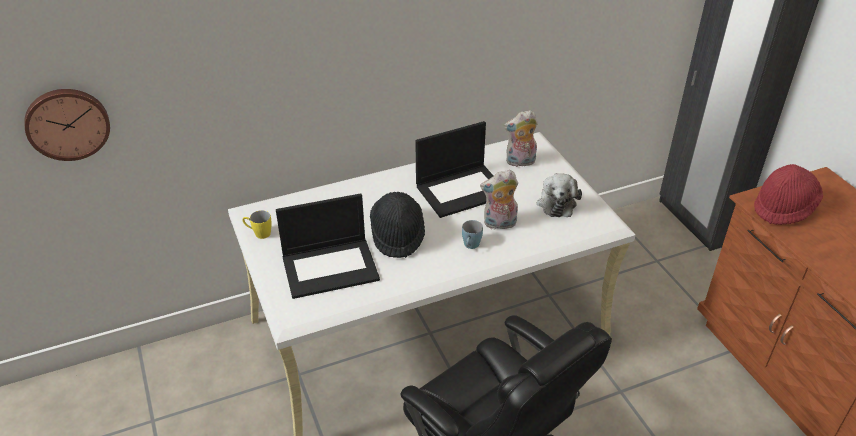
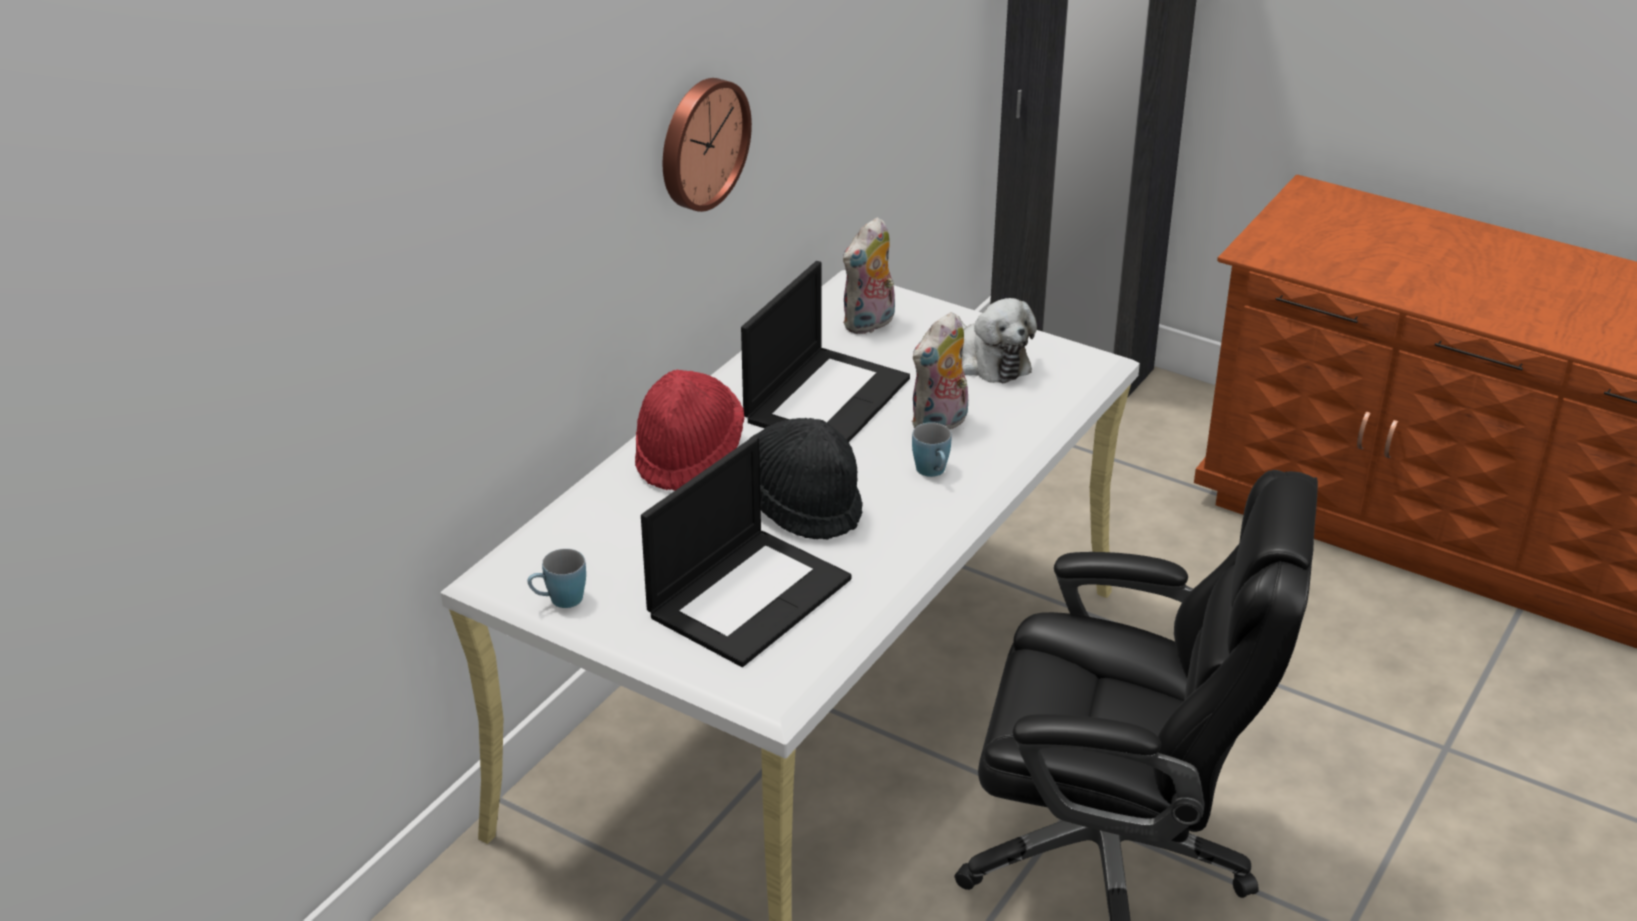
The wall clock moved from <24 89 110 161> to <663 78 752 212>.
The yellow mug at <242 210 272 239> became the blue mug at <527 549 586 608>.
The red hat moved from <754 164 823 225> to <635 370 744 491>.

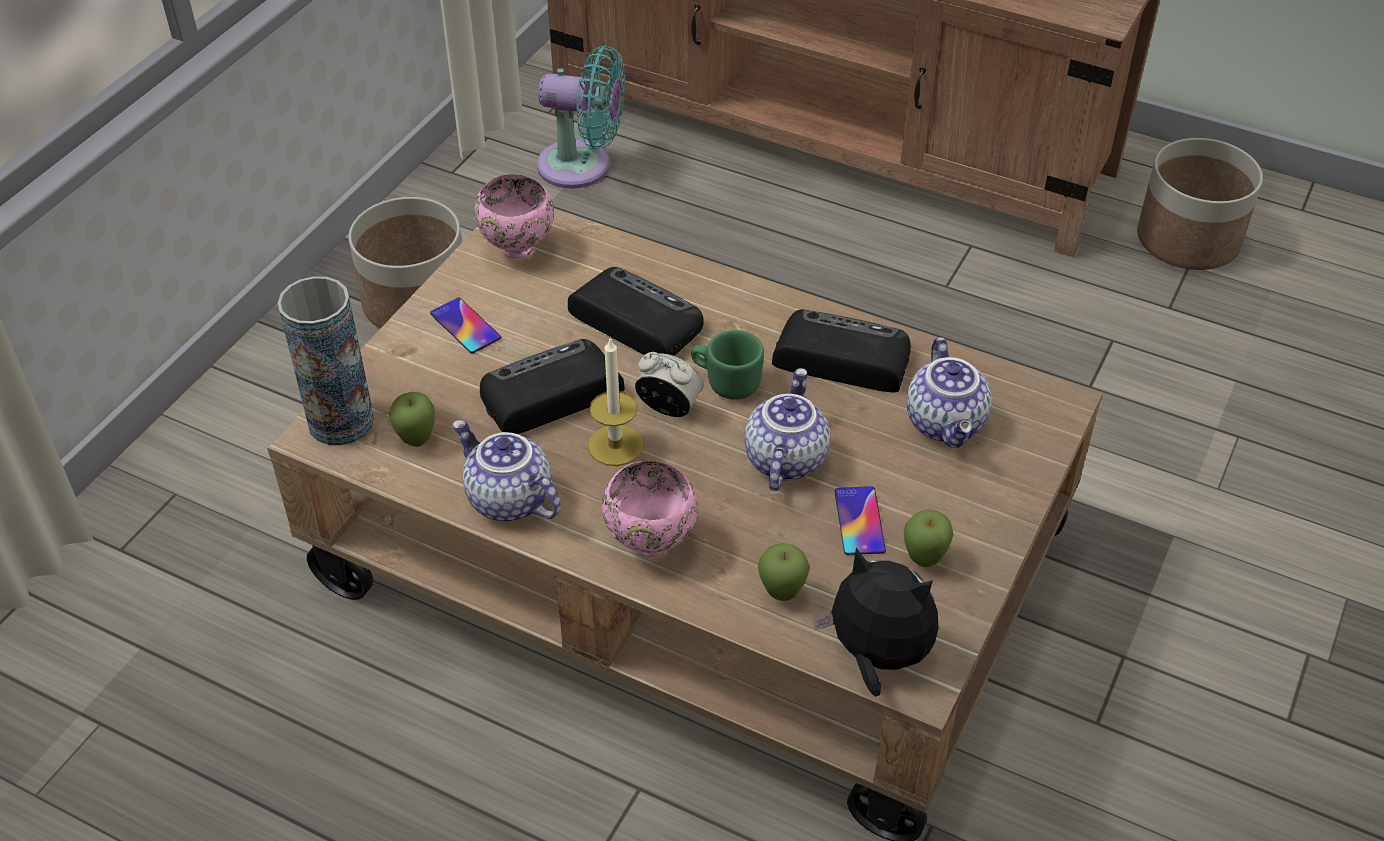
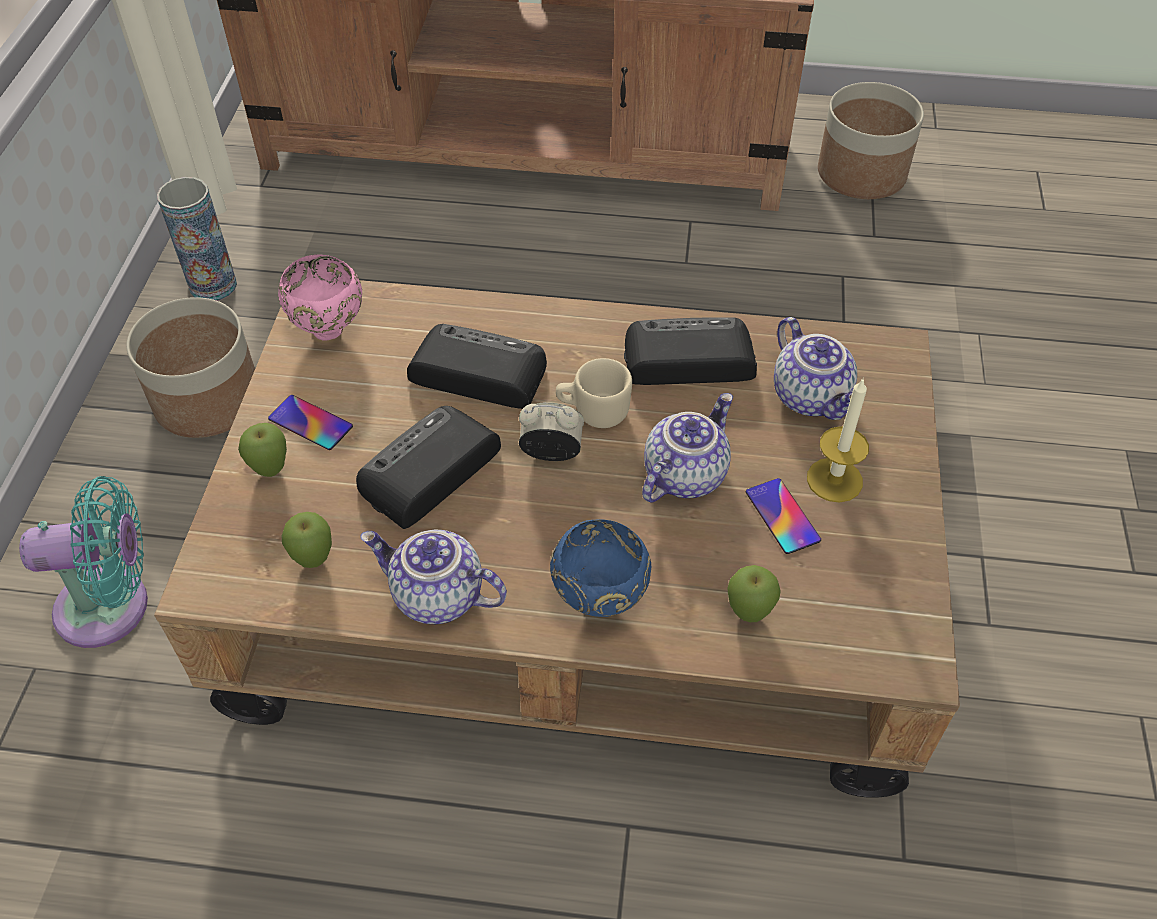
The vase moved from <278 276 374 445> to <157 177 237 301>.
The turquoise fan moved from <537 46 625 189> to <19 476 148 648>.
The candle moved from <588 337 643 466> to <807 377 869 503>.
The pink bowl at <602 461 698 557> became the blue bowl at <550 519 651 617>.
The green mug at <691 330 764 400> became the beige mug at <556 358 632 428>.
The teapot at <744 368 830 491> turned 45 degrees clockwise.
The plush toy at <813 547 939 697> disappeared.
The apple moved from <904 510 954 567> to <238 423 287 477>.

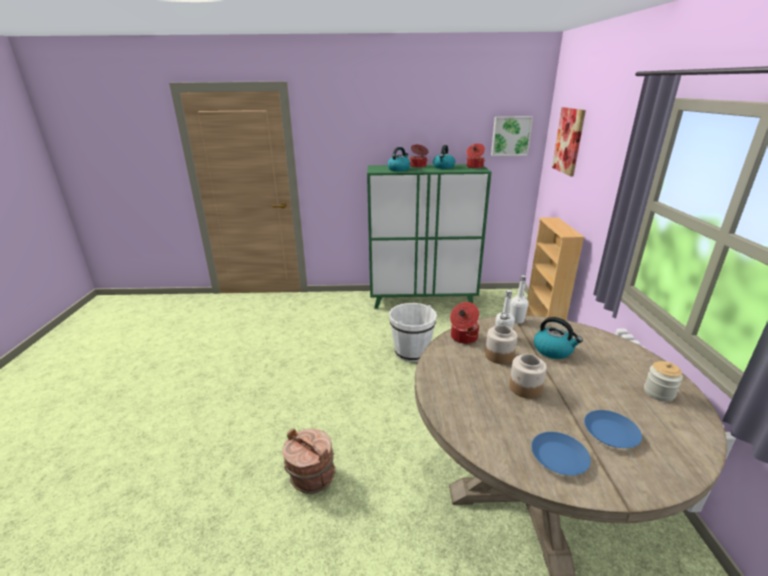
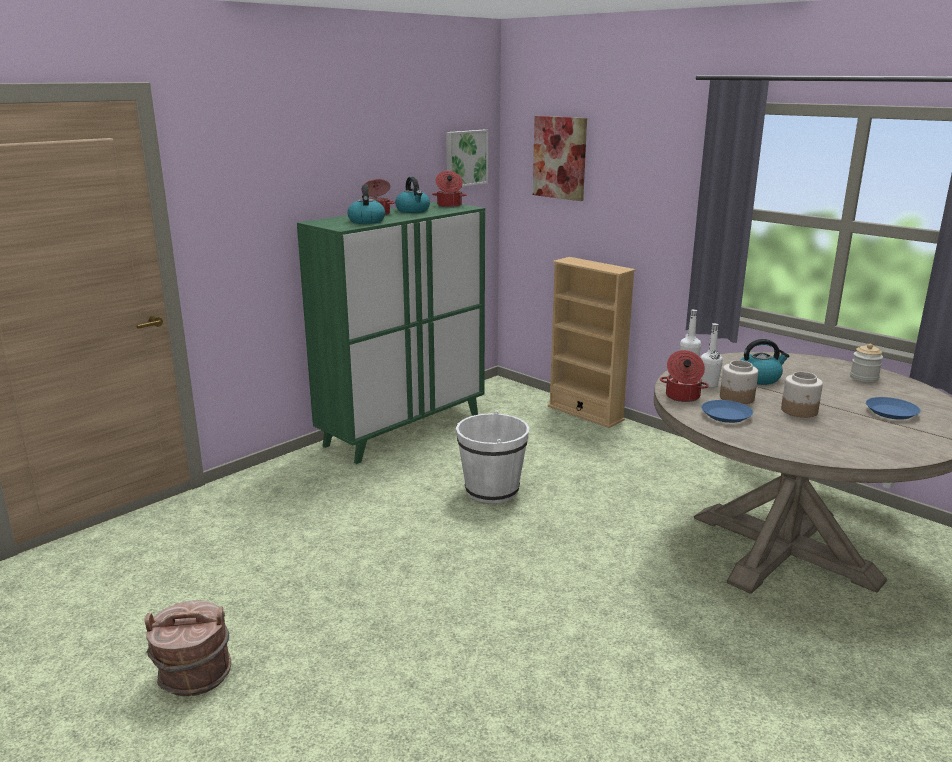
The brown bucket moved from <282 428 336 494> to <145 600 231 696>.
The blue plate moved from <531 432 591 476> to <701 400 753 423>.

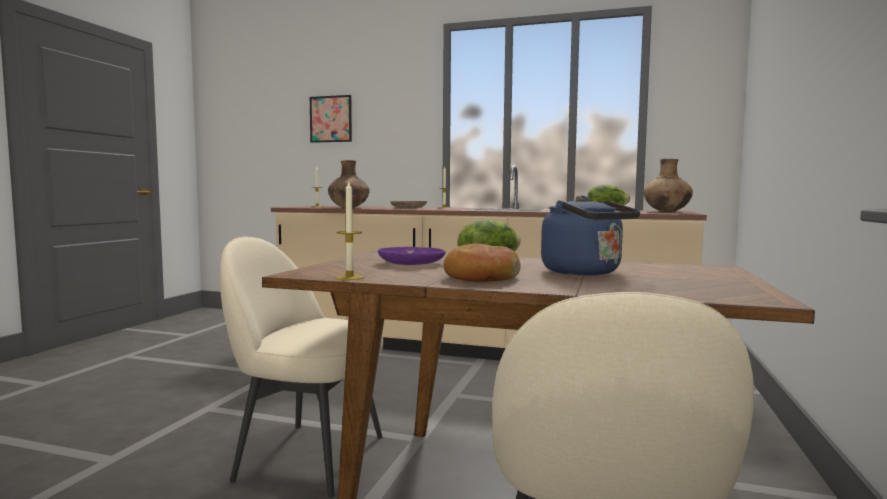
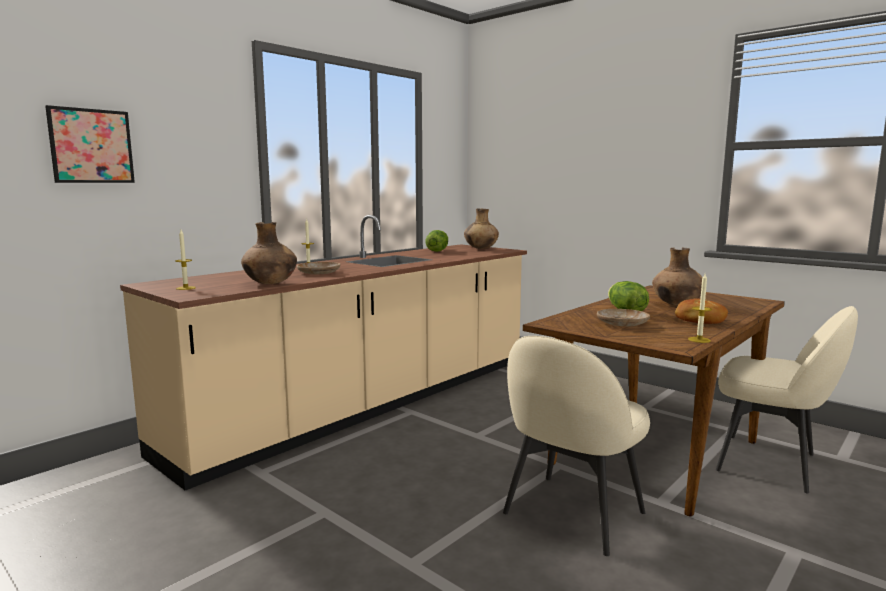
The purple plate at <378 247 446 265> became the beige plate at <597 309 650 327>.
The blue kettle at <541 195 640 275> was replaced by the brown vase at <652 247 702 306>.

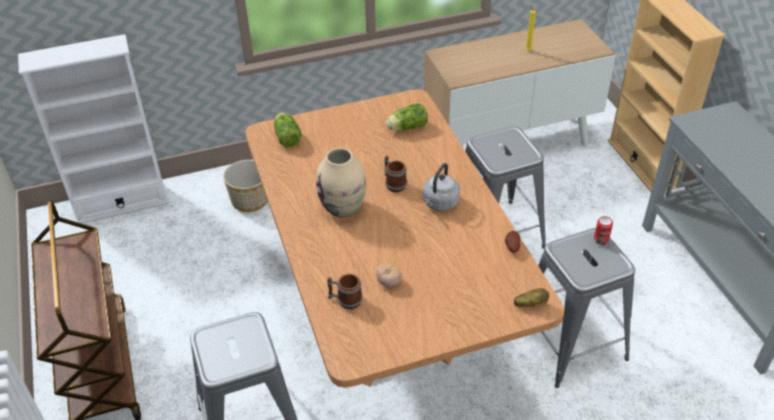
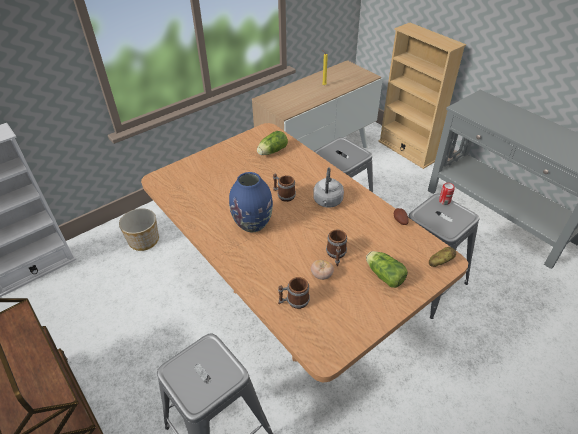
The lettuce moved from <274 113 301 147> to <366 251 408 288>.
The beige vase at <316 148 366 218> became the blue vase at <229 172 273 233>.
The mug at <326 229 347 266> appeared.

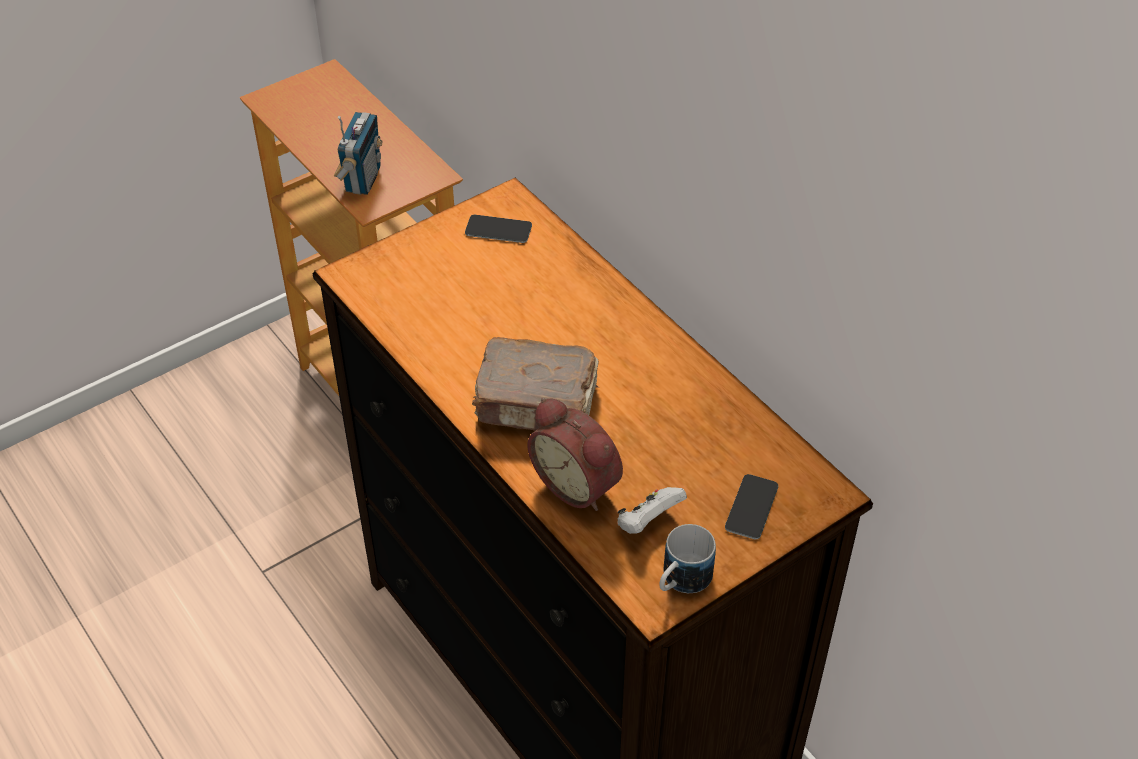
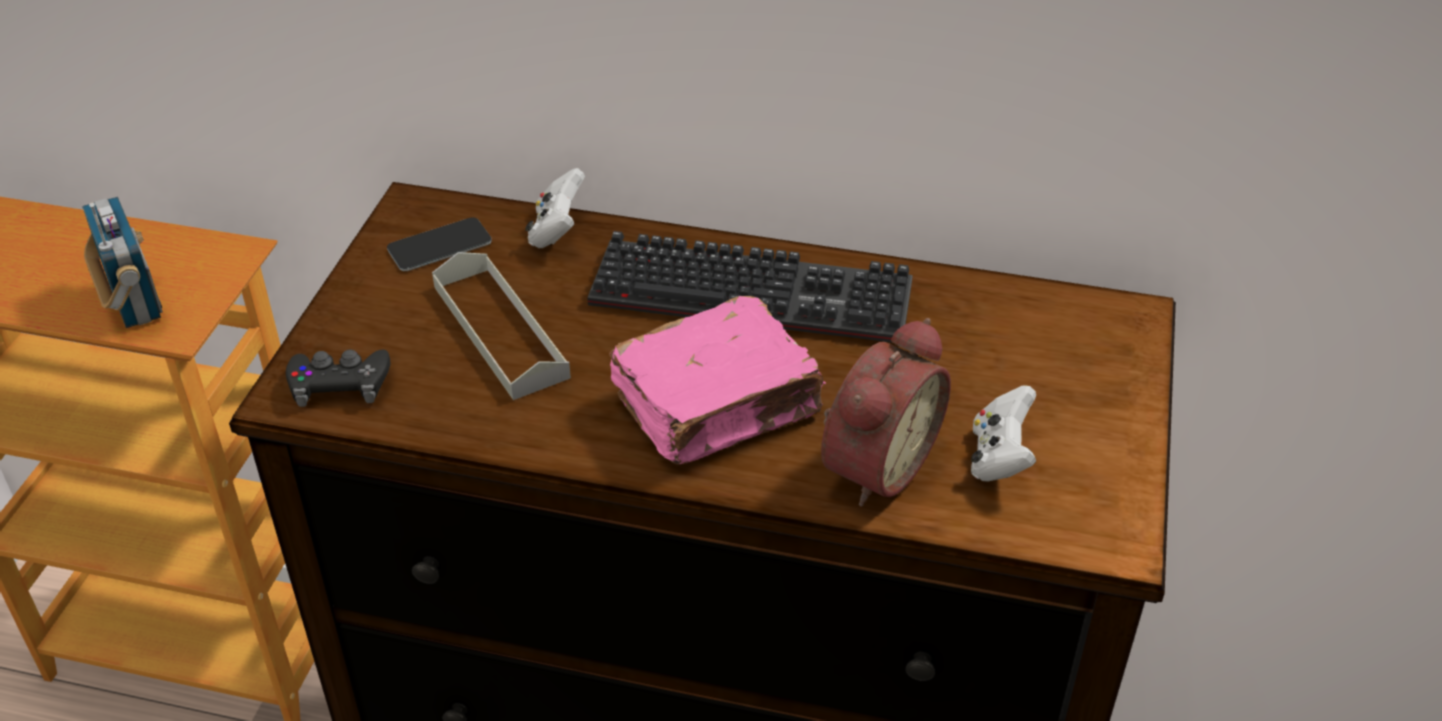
The brown book at <472 337 599 431> became the pink book at <609 296 826 464>.
The alarm clock at <527 398 623 511> turned 60 degrees counterclockwise.
The mug at <660 524 716 593> disappeared.
The phone at <725 474 778 539> disappeared.
The black game controller at <286 350 390 407> appeared.
The grey tray at <432 252 571 400> appeared.
The white game controller at <525 168 585 248> appeared.
The keyboard at <587 231 913 343> appeared.

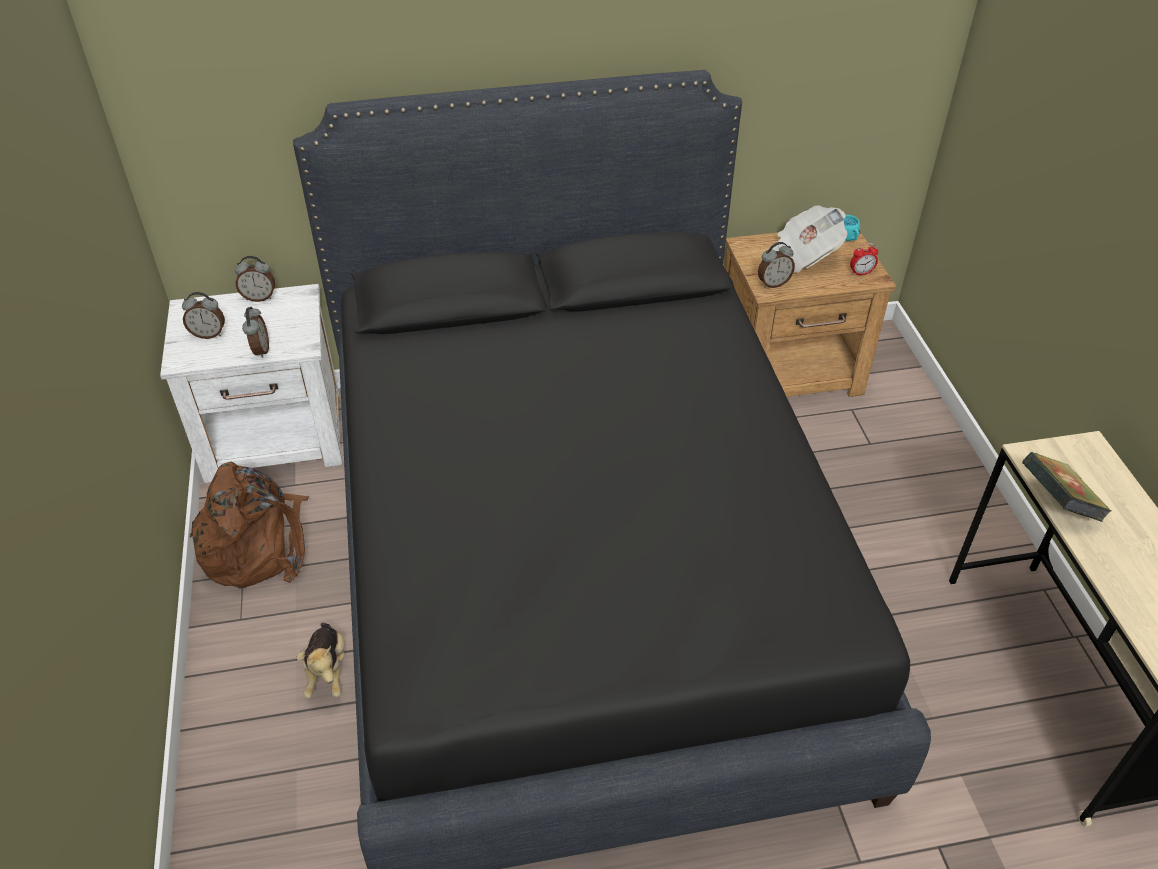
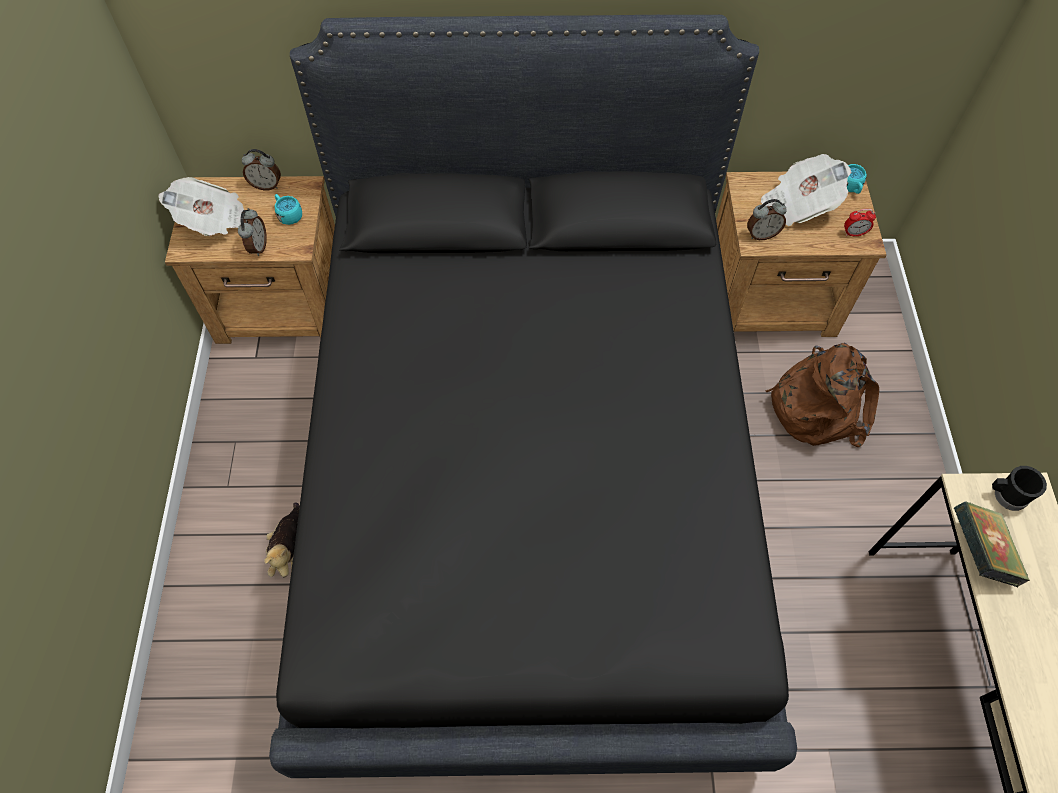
The white nightstand at <160 284 343 483> became the brown nightstand at <165 176 335 344>.
The alarm clock at <182 292 225 339> was replaced by the newspaper at <159 177 244 236>.
The brown backpack moved from <190 462 309 588> to <765 343 879 447>.
The turquoise mug at <275 194 302 225> appeared.
The black mug at <992 466 1047 511> appeared.

